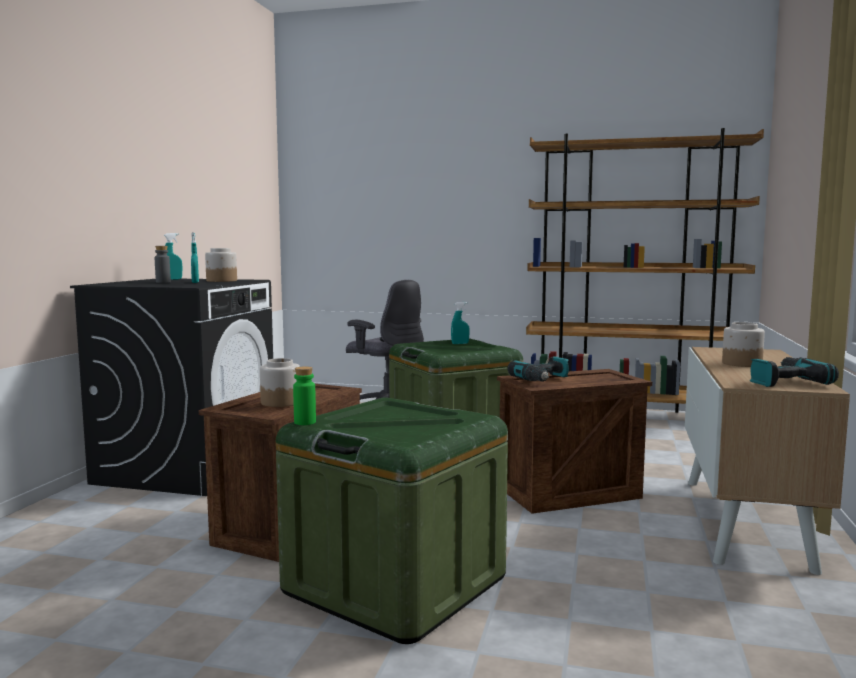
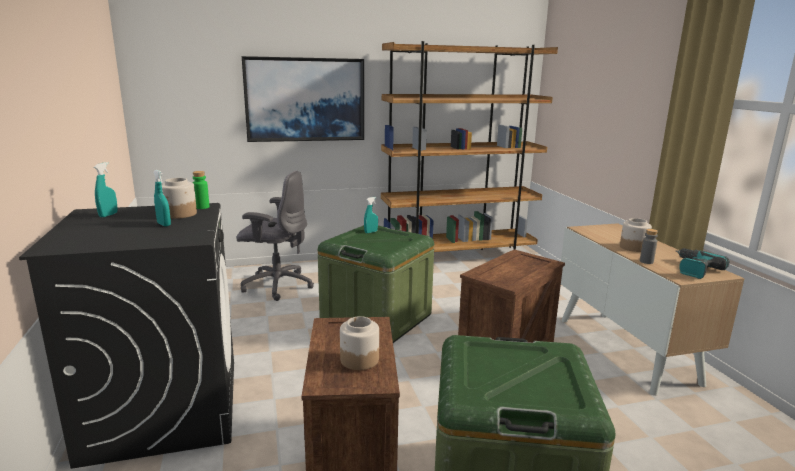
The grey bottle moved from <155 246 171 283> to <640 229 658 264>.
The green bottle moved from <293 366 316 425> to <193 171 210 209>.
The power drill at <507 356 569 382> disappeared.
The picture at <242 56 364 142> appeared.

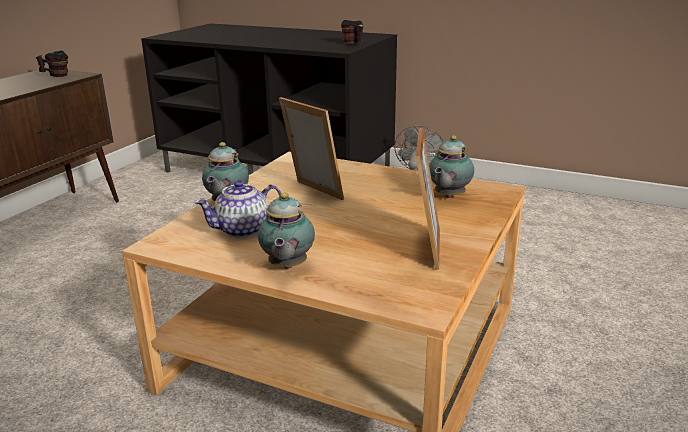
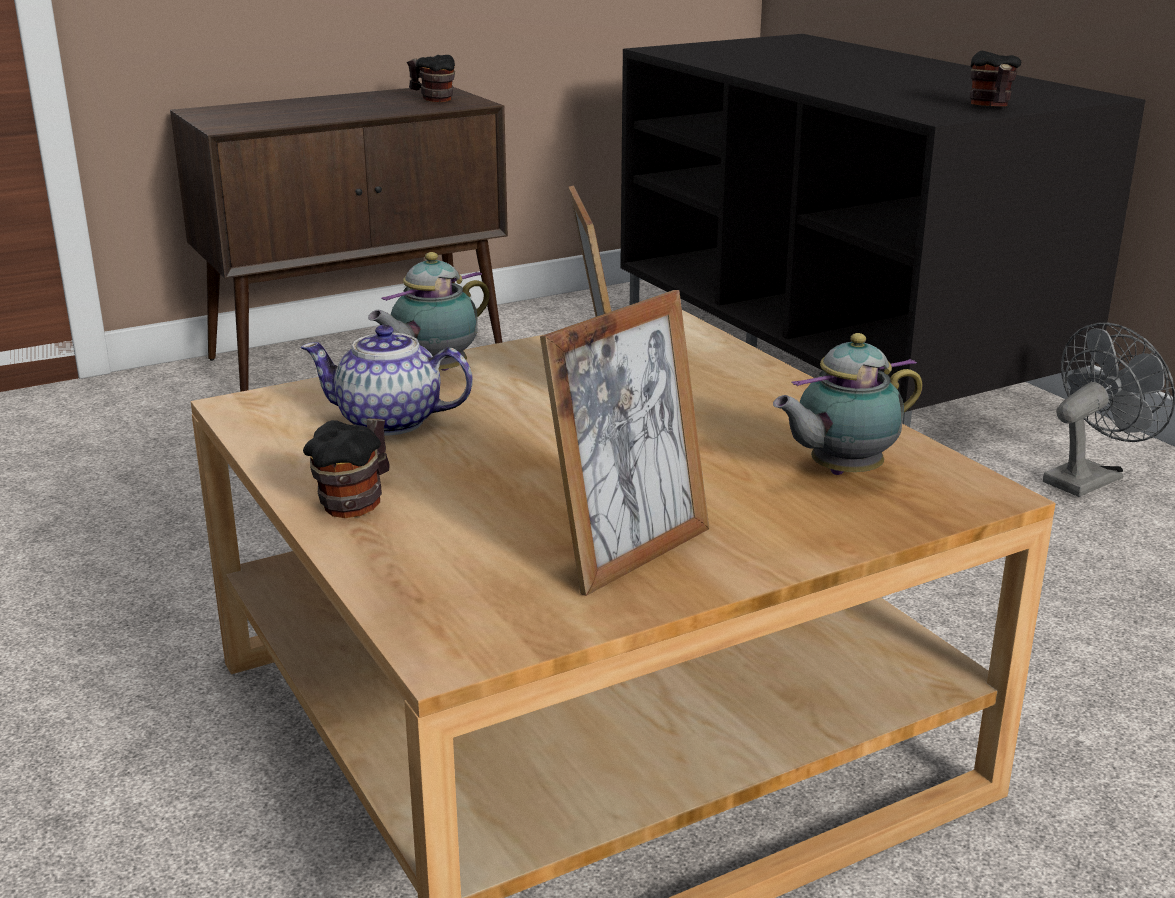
The teapot at <258 193 315 269> was replaced by the mug at <303 418 390 518>.

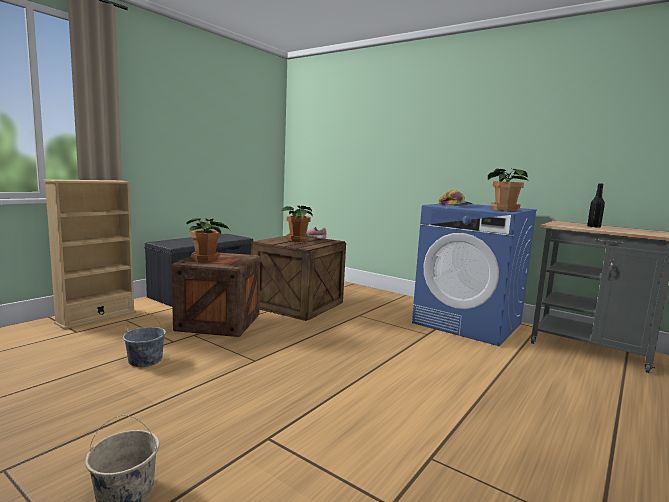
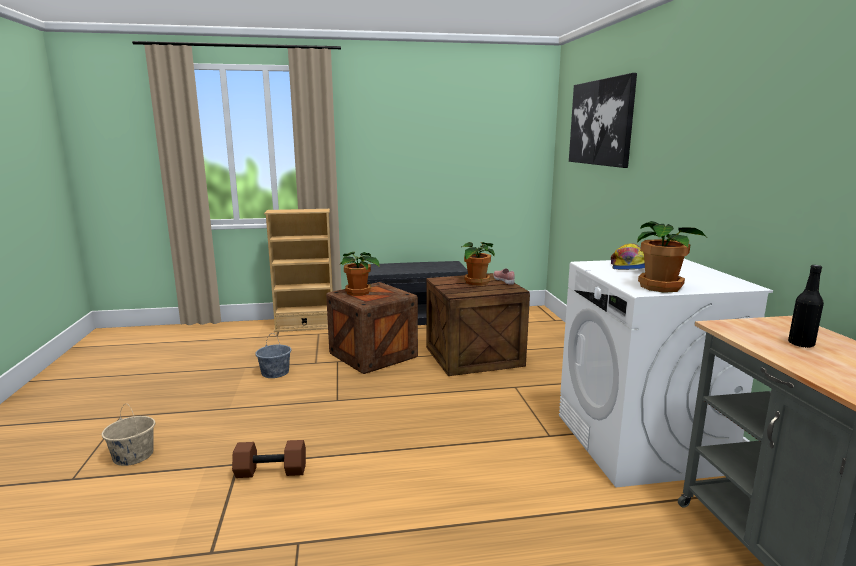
The blue washing machine at <412 204 537 346> became the white washing machine at <559 259 773 487>.
The brown dumbbell at <232 440 306 478> appeared.
The picture at <569 73 637 168> appeared.

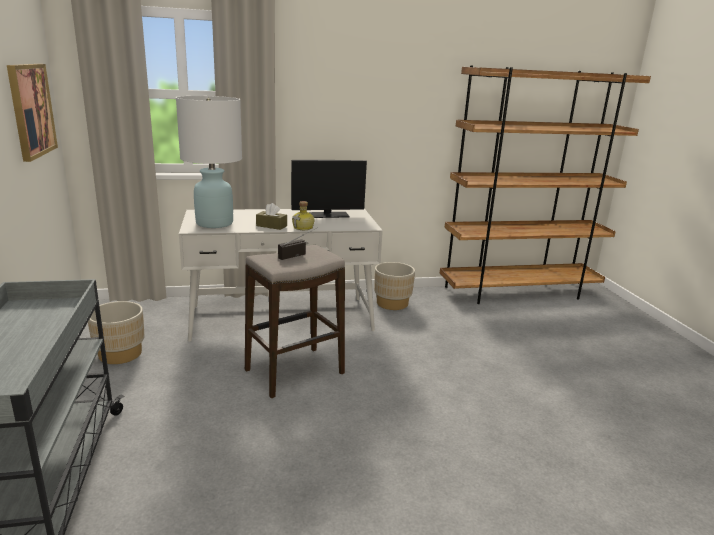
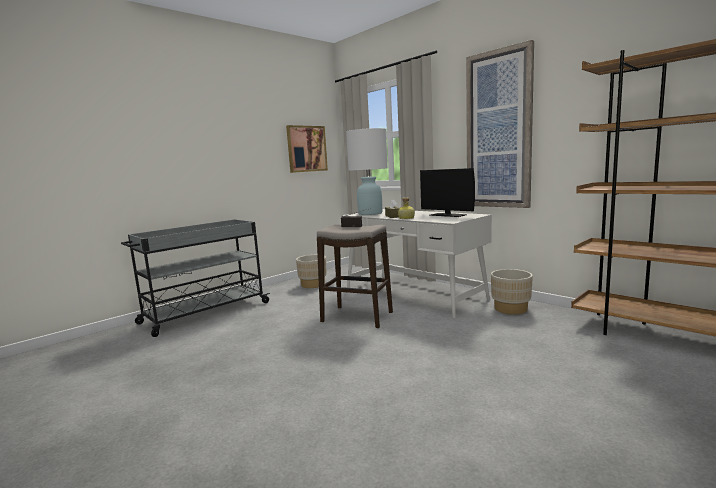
The picture at <466 40 534 208> appeared.

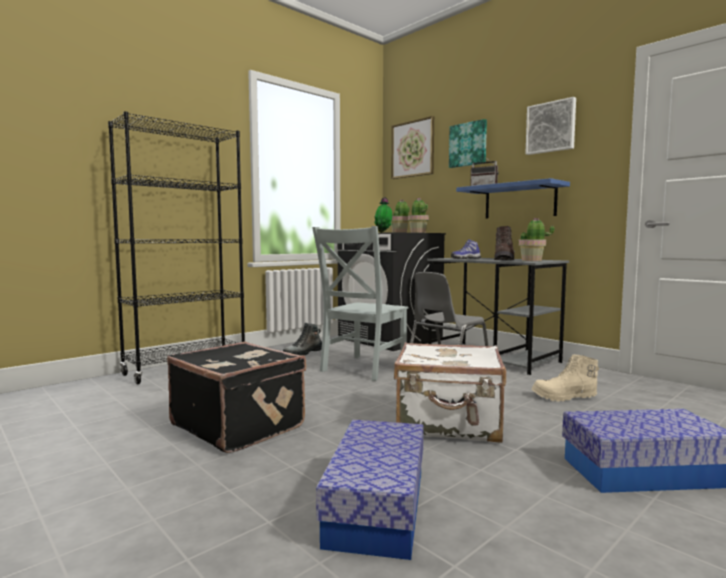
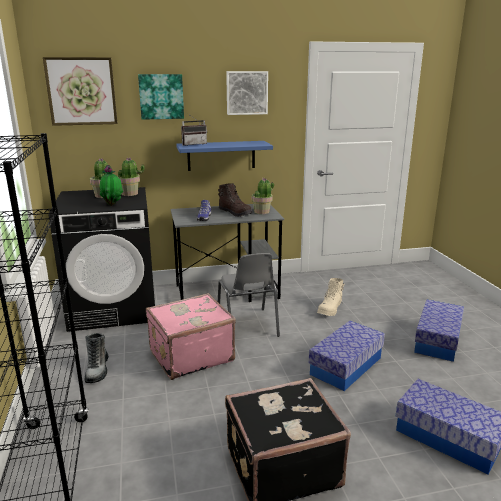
The grey chair at <312 226 408 381> was replaced by the pink suitcase at <146 293 236 380>.
The white suitcase at <394 342 506 443> was replaced by the storage box at <309 321 385 391>.

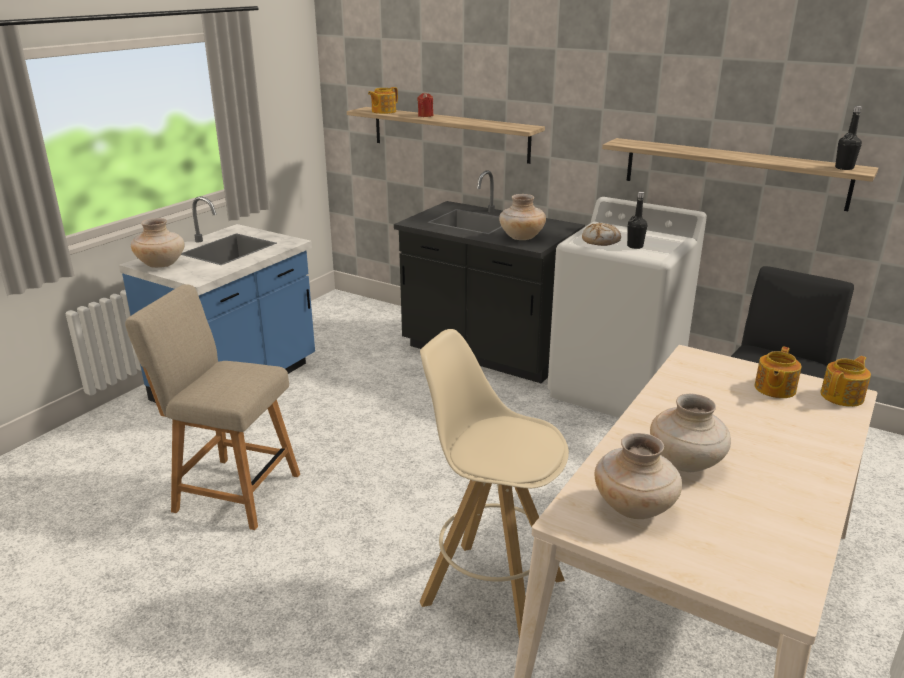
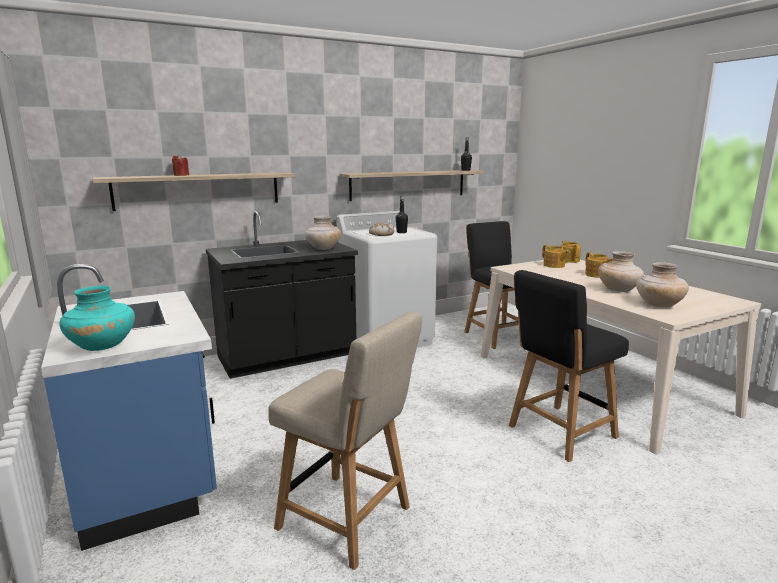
The beige chair at <125 284 300 530> turned 105 degrees counterclockwise.
The beige vase at <131 218 184 268> became the turquoise vase at <59 286 135 351>.
The teapot moved from <368 87 398 114> to <585 252 612 278>.
The beige stool at <420 329 569 639> was replaced by the black chair at <509 270 629 462>.

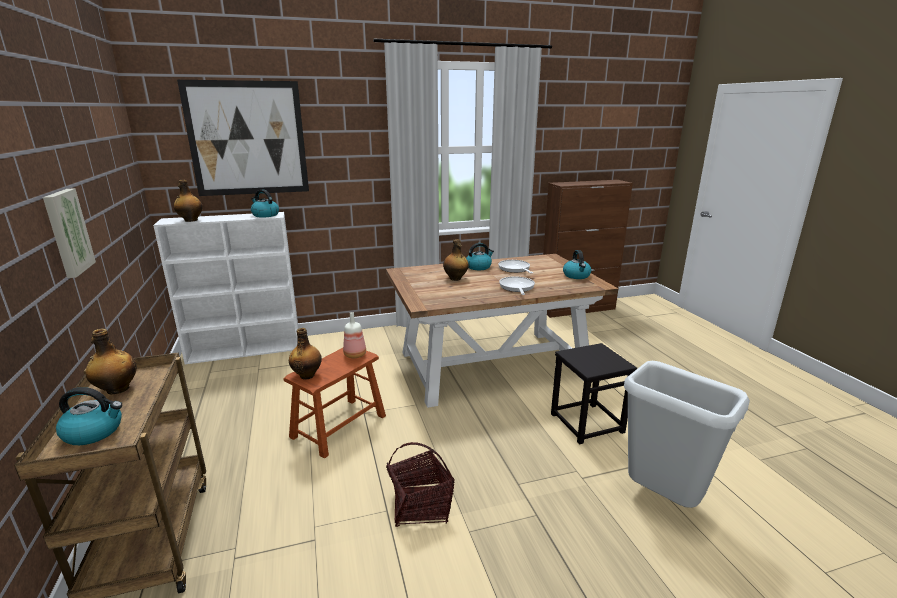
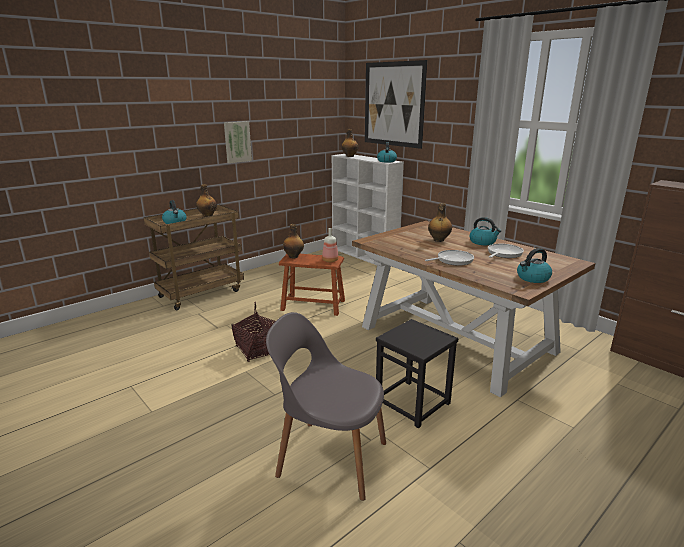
The grey trash can at <624 361 750 508> was replaced by the grey chair at <266 312 386 501>.

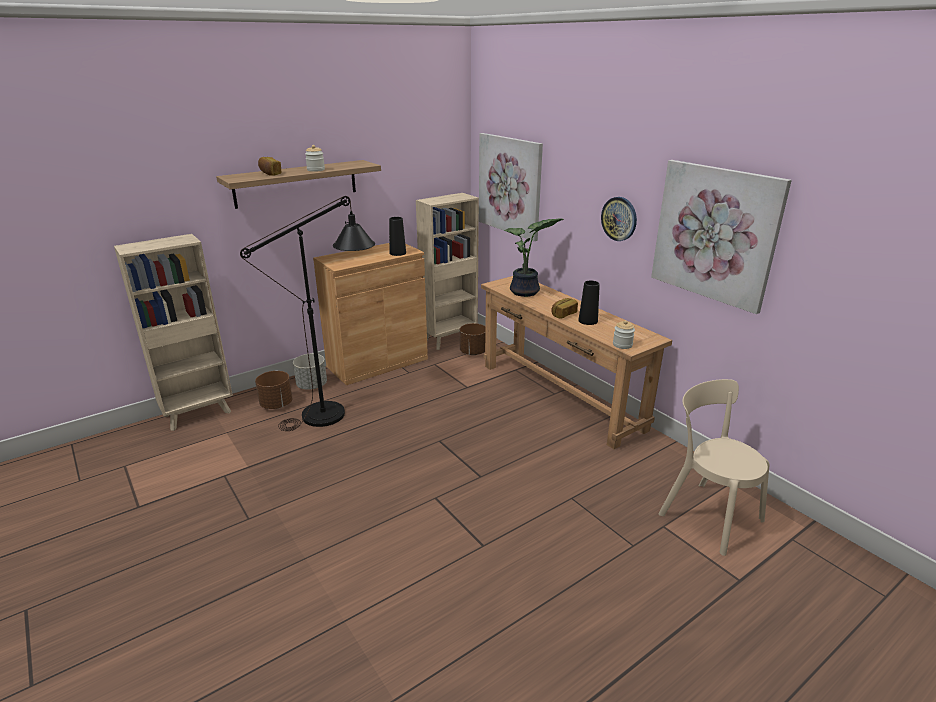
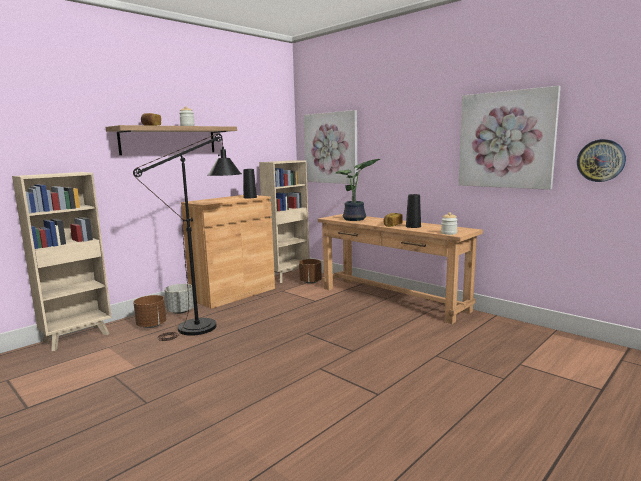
The wall clock moved from <601 197 637 241> to <577 139 626 182>.
The beige chair at <658 379 769 556> disappeared.

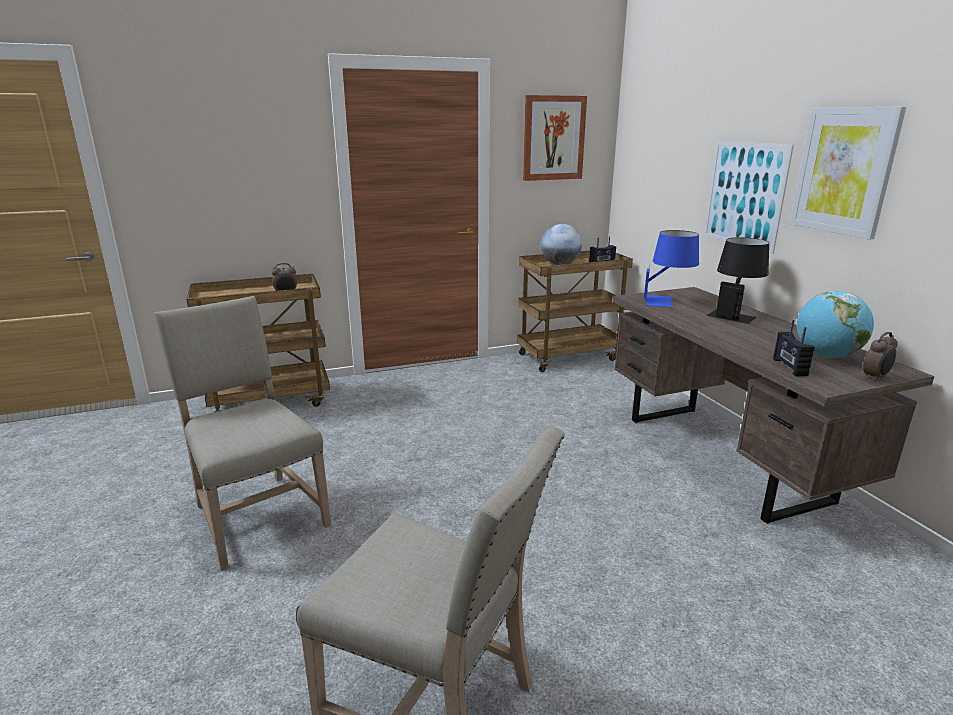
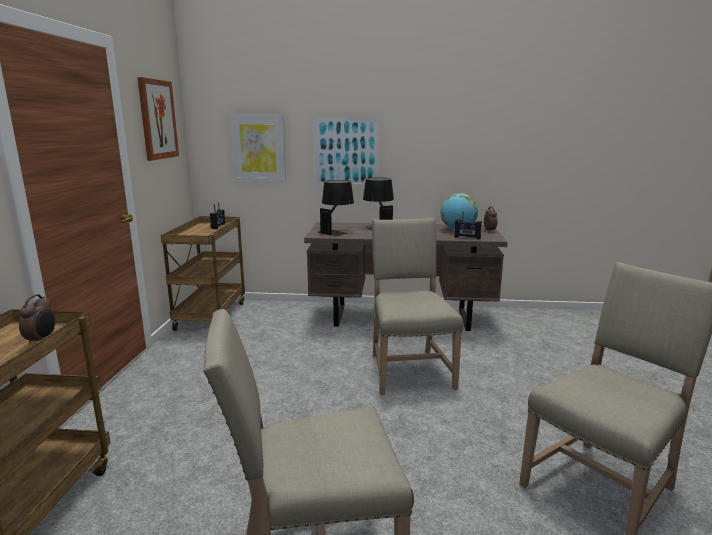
The globe at <541 224 582 265> disappeared.
The blue table lamp at <644 230 699 307> became the black table lamp at <318 180 354 236>.
The picture moved from <790 106 906 240> to <230 114 286 182>.
The beige chair at <372 218 463 395> appeared.

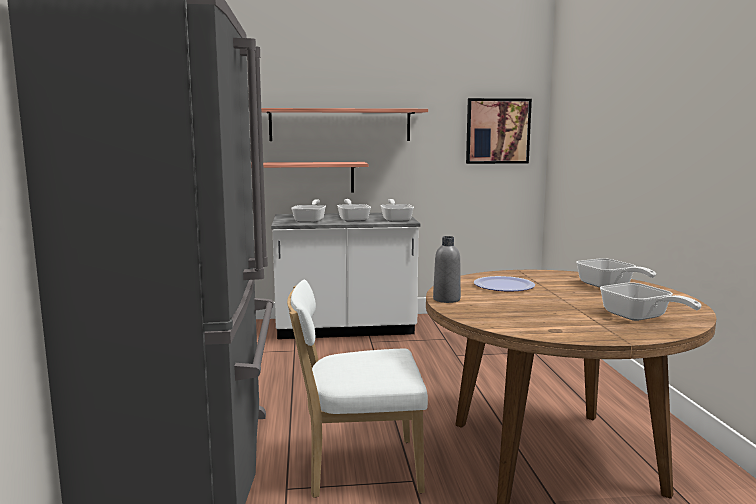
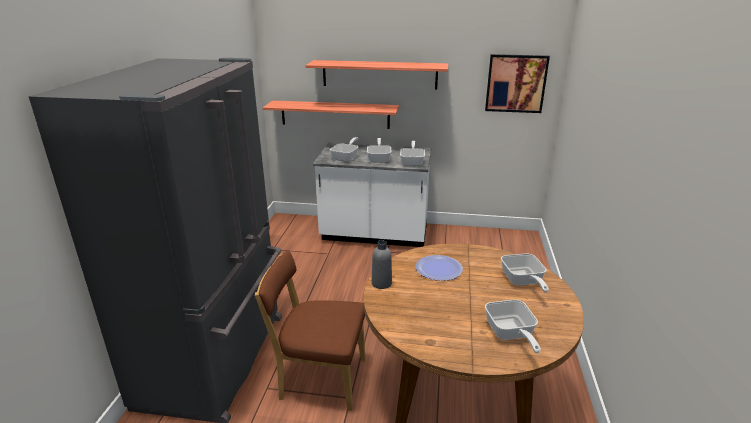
The white chair at <287 280 428 498> became the brown chair at <255 250 365 411>.

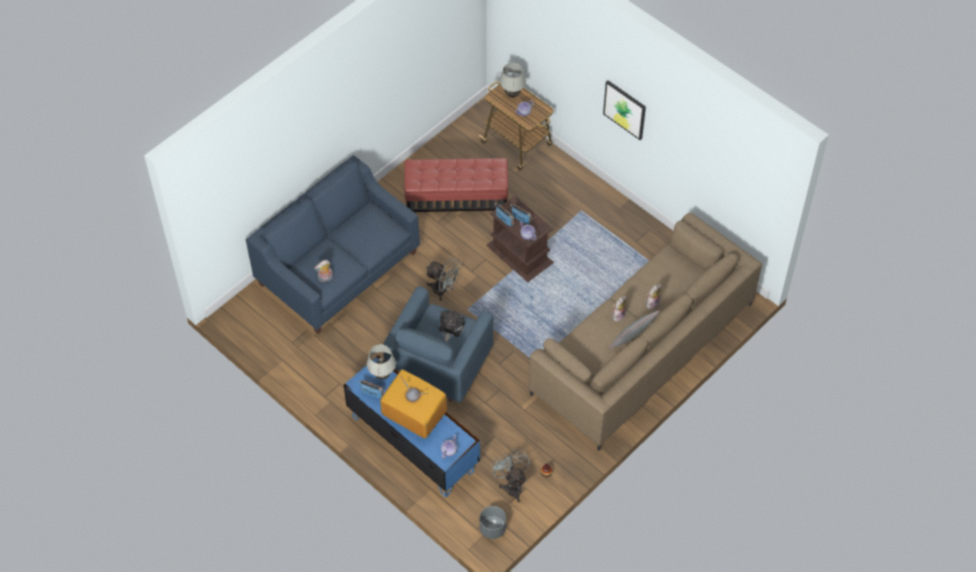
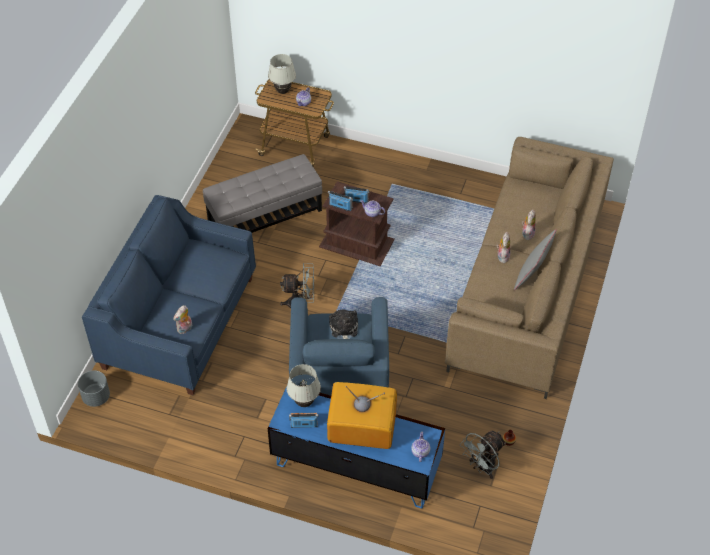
The red ottoman at <404 158 508 212> became the grey ottoman at <203 154 322 233>.
The grey planter moved from <480 506 506 539> to <78 370 110 407>.
The grey fan at <491 449 530 503> turned 90 degrees counterclockwise.
The picture at <603 80 646 140> disappeared.

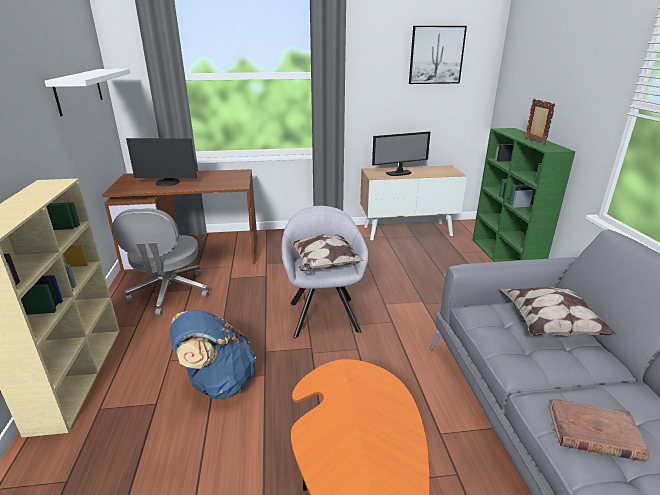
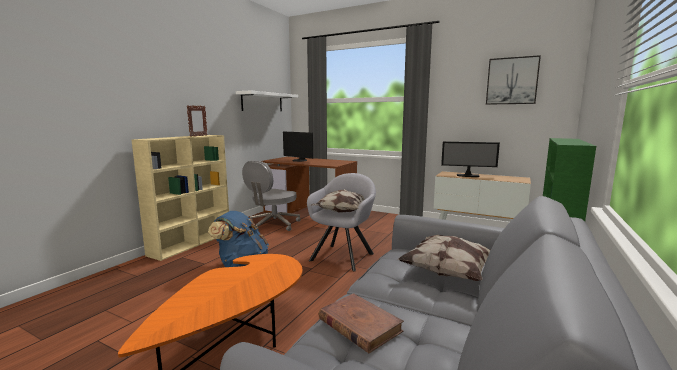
The picture frame moved from <525 99 555 144> to <187 105 208 137>.

